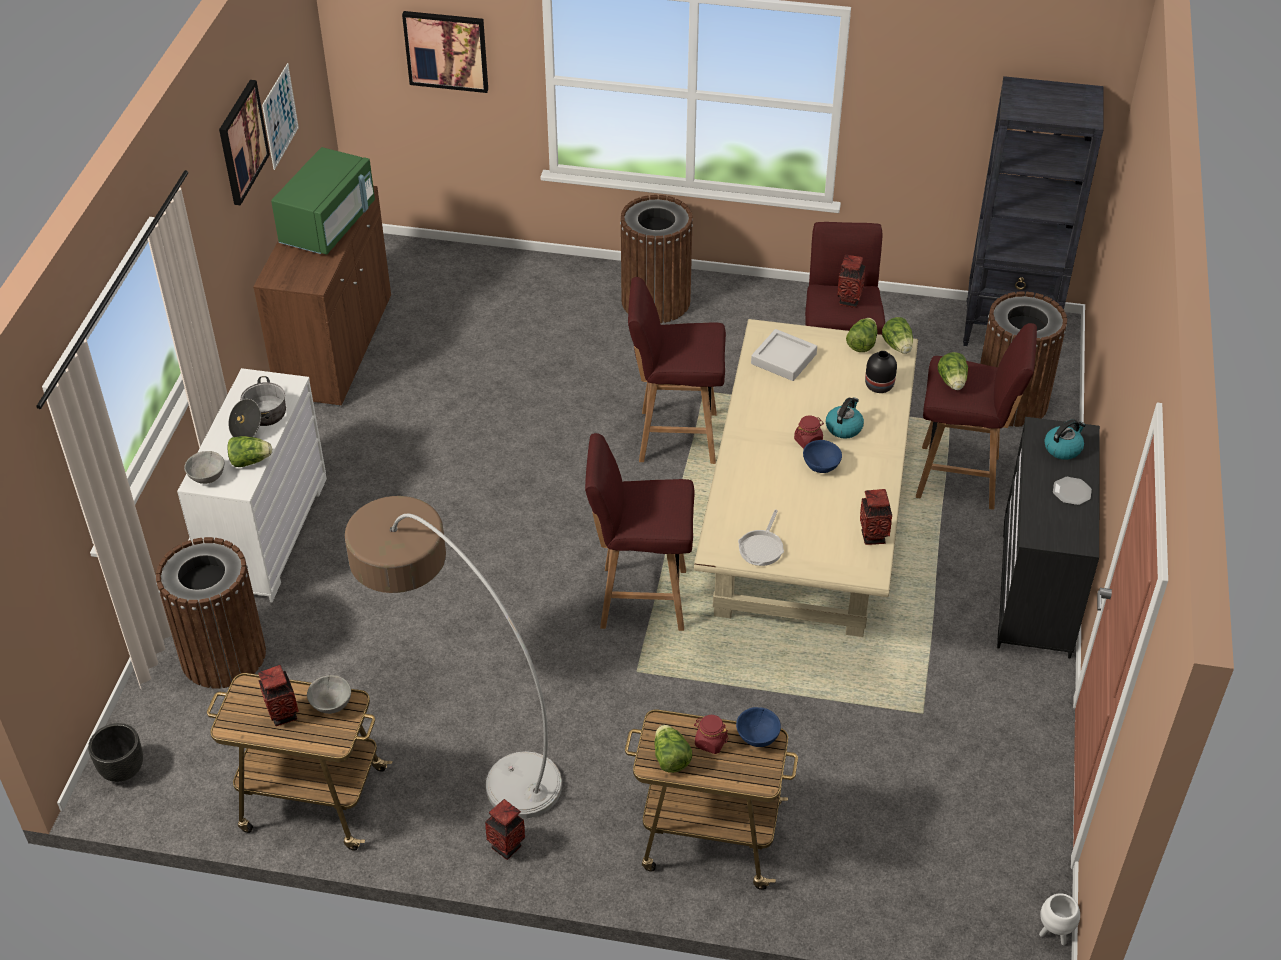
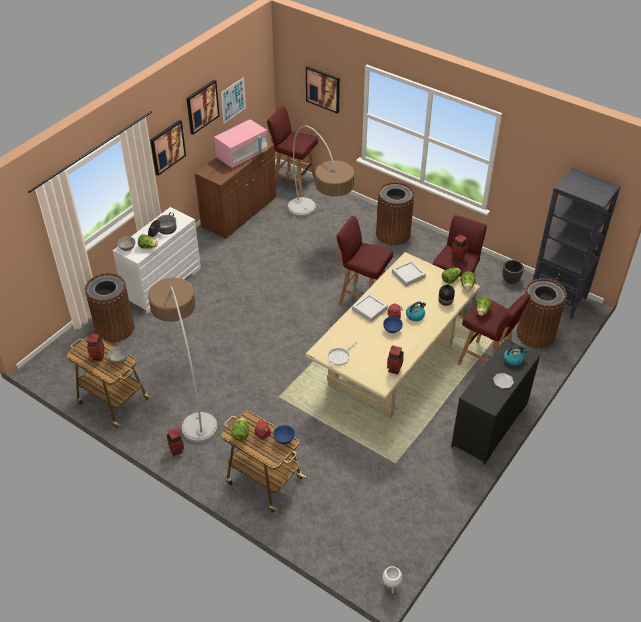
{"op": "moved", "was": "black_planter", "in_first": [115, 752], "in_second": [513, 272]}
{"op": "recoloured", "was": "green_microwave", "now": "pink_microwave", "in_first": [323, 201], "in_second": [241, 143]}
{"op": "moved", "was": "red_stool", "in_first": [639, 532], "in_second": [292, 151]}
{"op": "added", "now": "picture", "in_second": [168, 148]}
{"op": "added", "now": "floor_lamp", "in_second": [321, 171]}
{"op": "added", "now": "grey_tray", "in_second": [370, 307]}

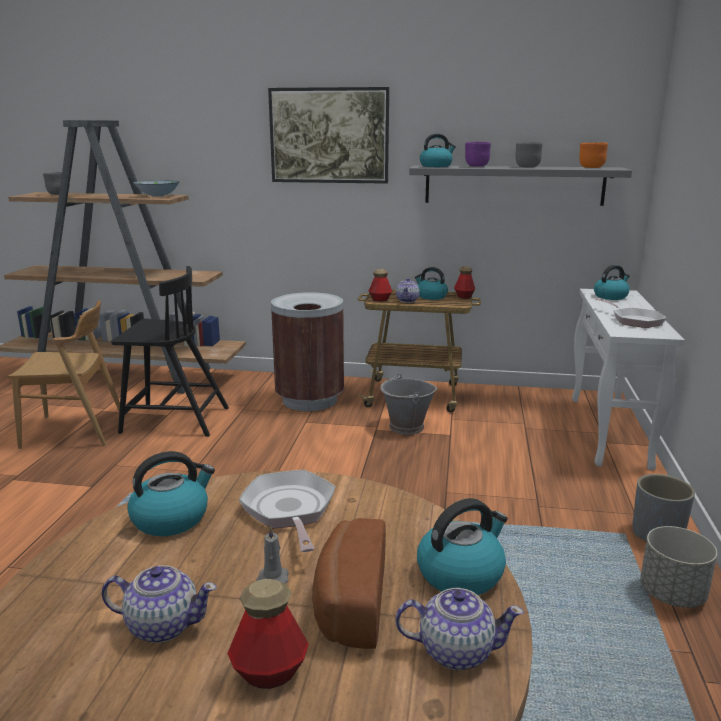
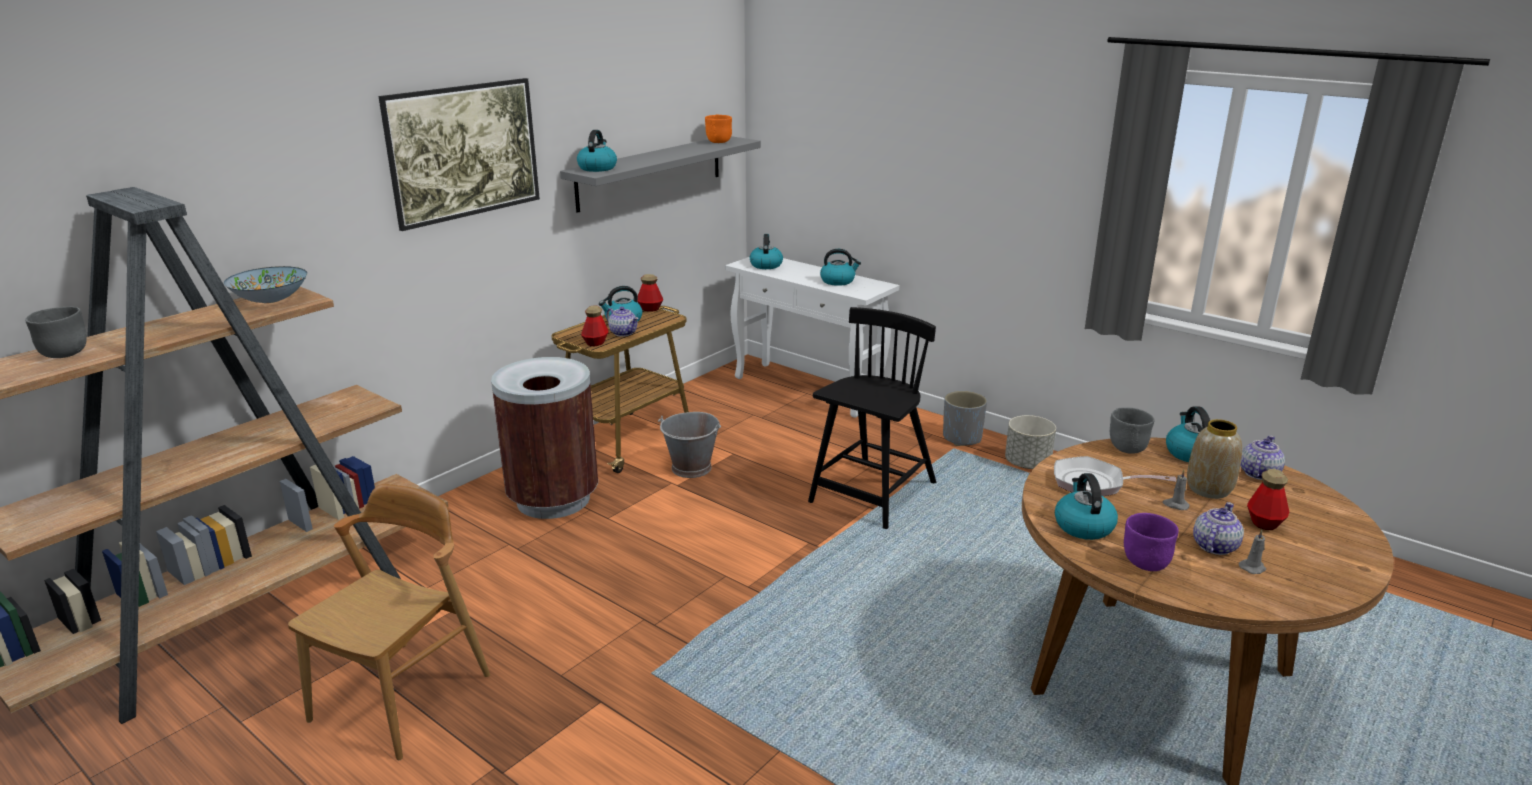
{"op": "moved", "was": "black_chair", "in_first": [170, 351], "in_second": [872, 418]}
{"op": "replaced", "was": "bread", "now": "vase", "in_first": [349, 583], "in_second": [1214, 459]}
{"op": "moved", "was": "purple_bowl", "in_first": [478, 154], "in_second": [1151, 542]}
{"op": "moved", "was": "grey_bowl", "in_first": [529, 154], "in_second": [1132, 430]}
{"op": "replaced", "was": "frying_pan", "now": "kettle", "in_first": [631, 313], "in_second": [840, 267]}
{"op": "added", "now": "grey_candle", "in_second": [1252, 552]}

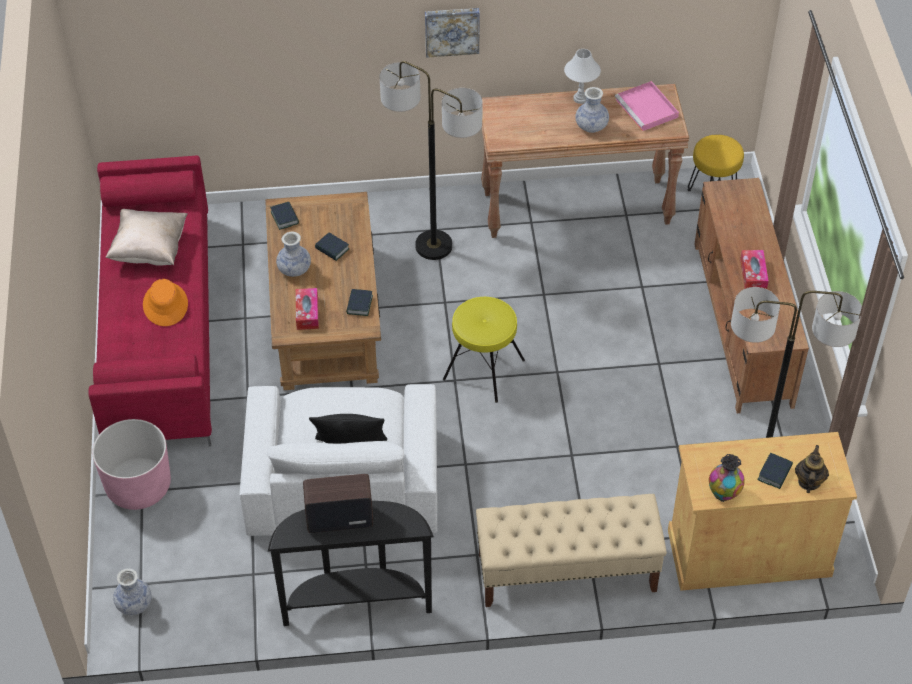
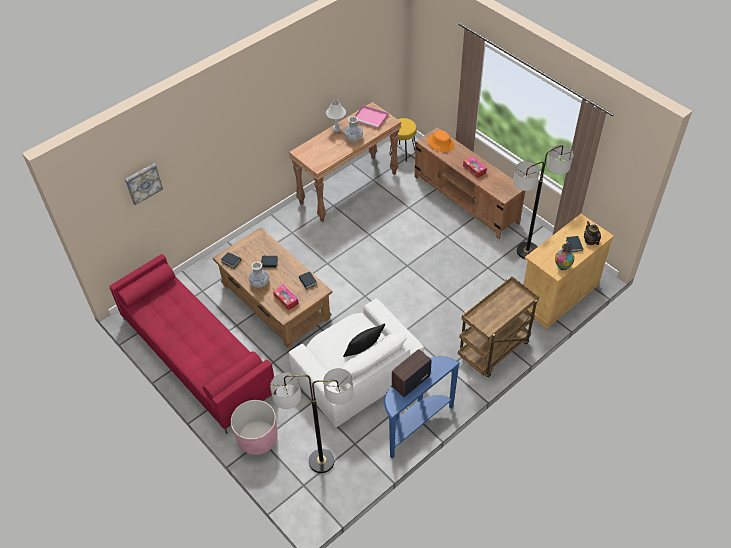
{"op": "removed", "was": "beige_pillow", "in_first": [146, 237]}
{"op": "removed", "was": "vase", "in_first": [132, 591]}
{"op": "moved", "was": "orange_hat", "in_first": [165, 302], "in_second": [441, 141]}
{"op": "recoloured", "was": "black_console_table", "now": "blue_console_table", "in_first": [351, 563], "in_second": [422, 407]}
{"op": "moved", "was": "floor_lamp", "in_first": [431, 160], "in_second": [311, 420]}
{"op": "moved", "was": "picture", "in_first": [452, 33], "in_second": [144, 184]}
{"op": "removed", "was": "yellow_stool", "in_first": [484, 350]}
{"op": "replaced", "was": "beige_bench", "now": "brown_cart", "in_first": [571, 550], "in_second": [498, 326]}

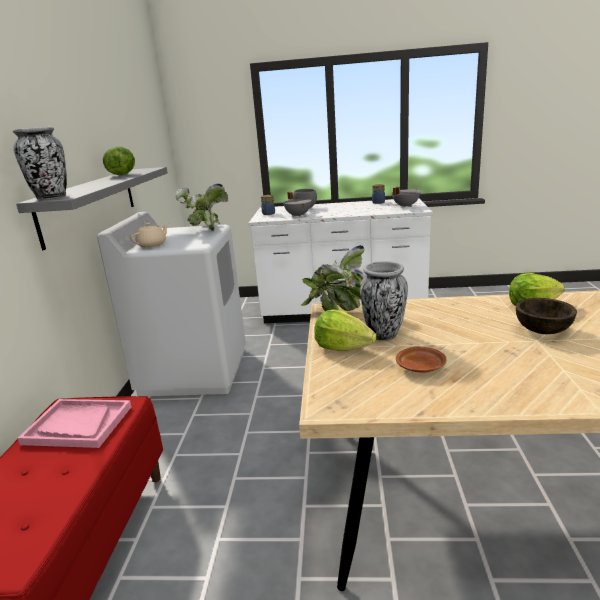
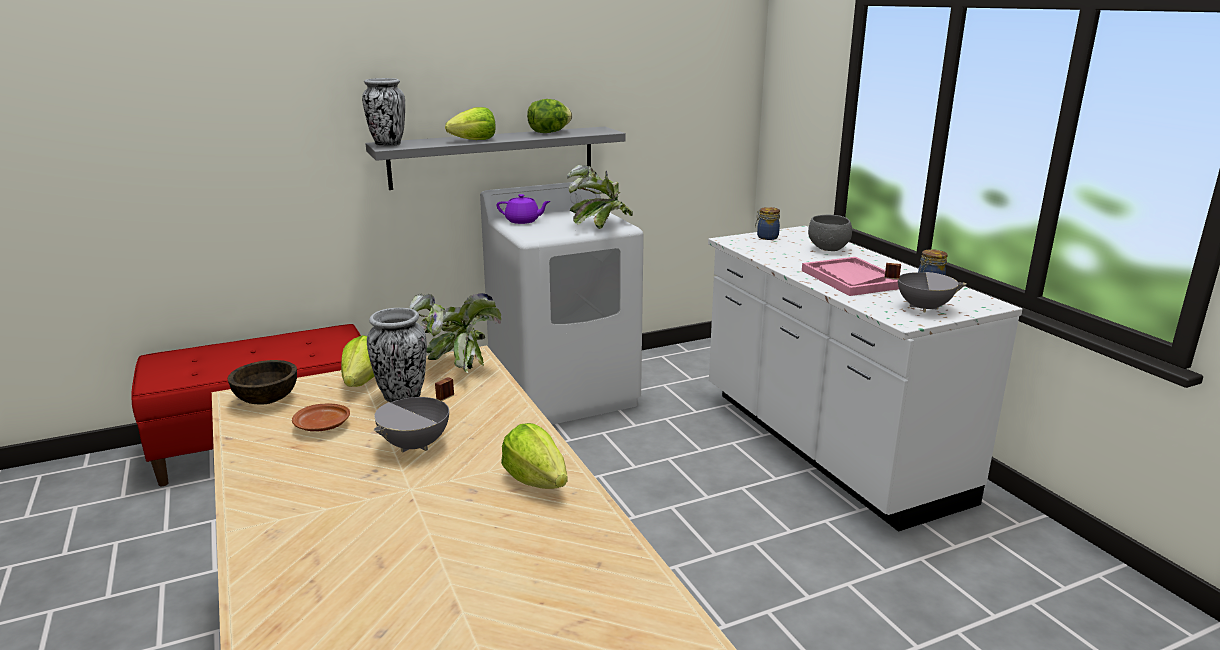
{"op": "moved", "was": "pink_tray", "in_first": [75, 423], "in_second": [850, 276]}
{"op": "recoloured", "was": "beige_teapot", "now": "purple_teapot", "in_first": [149, 235], "in_second": [524, 209]}
{"op": "moved", "was": "grey_cooking_pot", "in_first": [297, 204], "in_second": [413, 414]}
{"op": "moved", "was": "brown_bowl", "in_first": [546, 316], "in_second": [262, 382]}
{"op": "added", "now": "lettuce", "in_second": [470, 123]}

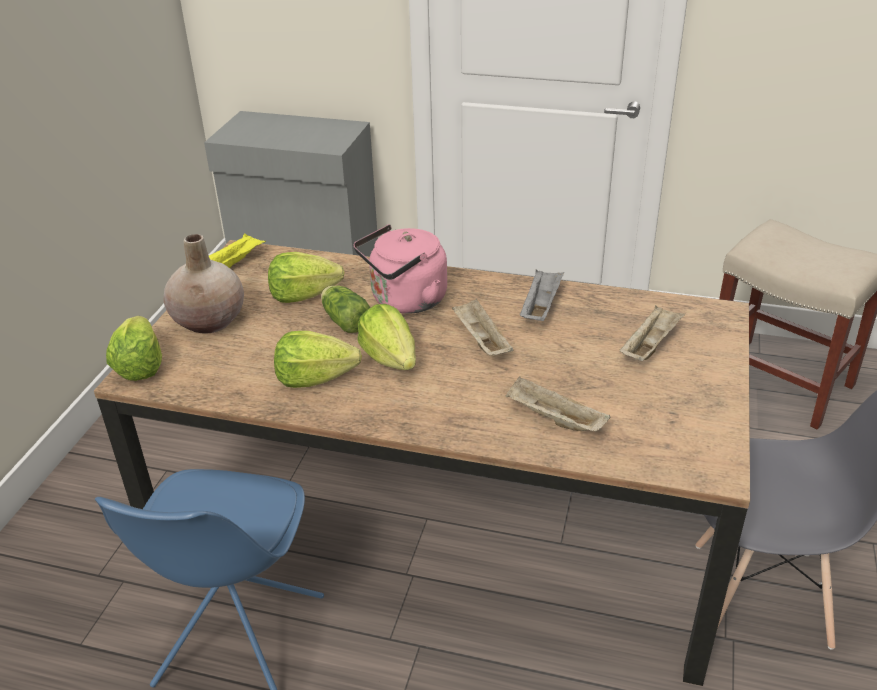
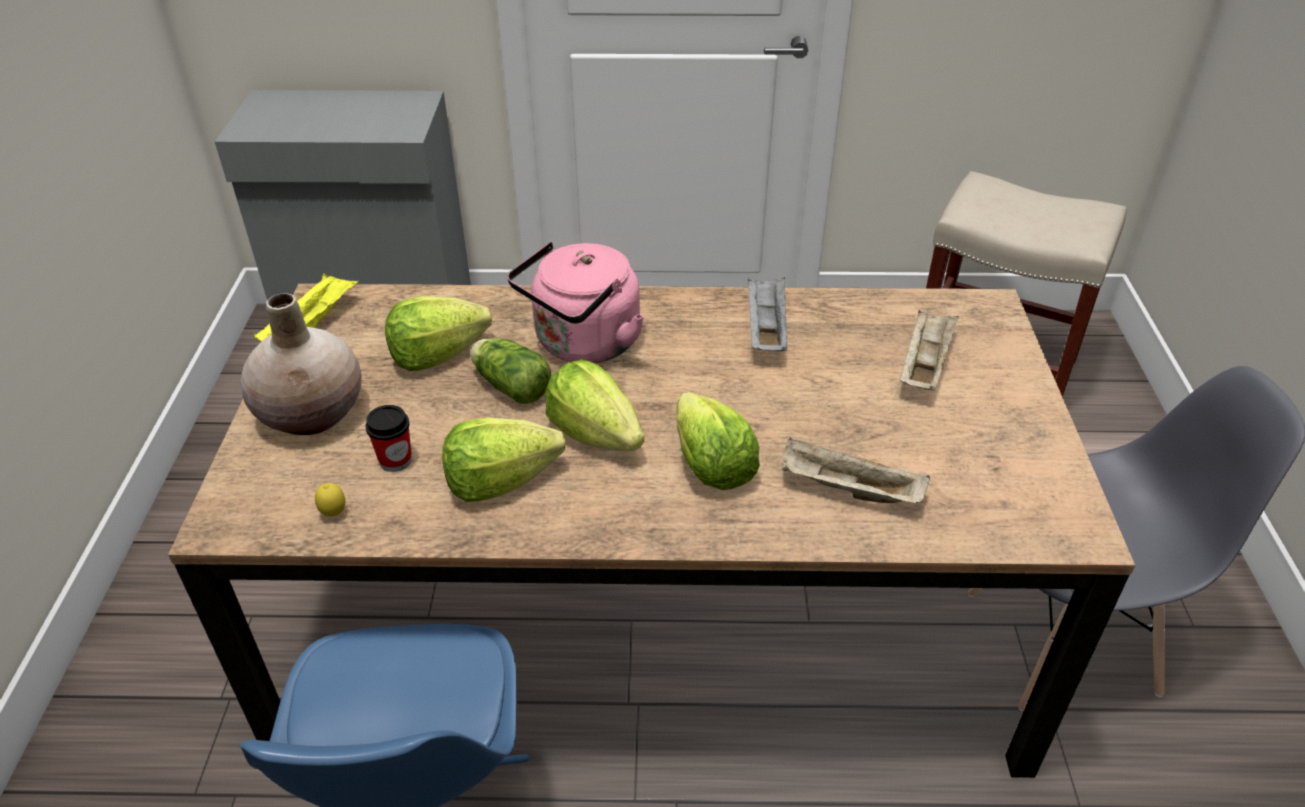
{"op": "moved", "was": "lettuce", "in_first": [134, 348], "in_second": [718, 441]}
{"op": "removed", "was": "beige_tray", "in_first": [482, 326]}
{"op": "added", "now": "lemon", "in_second": [330, 500]}
{"op": "added", "now": "cup", "in_second": [389, 438]}

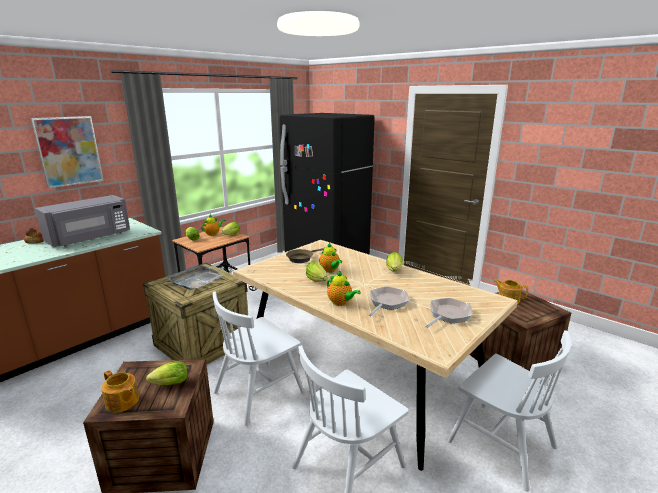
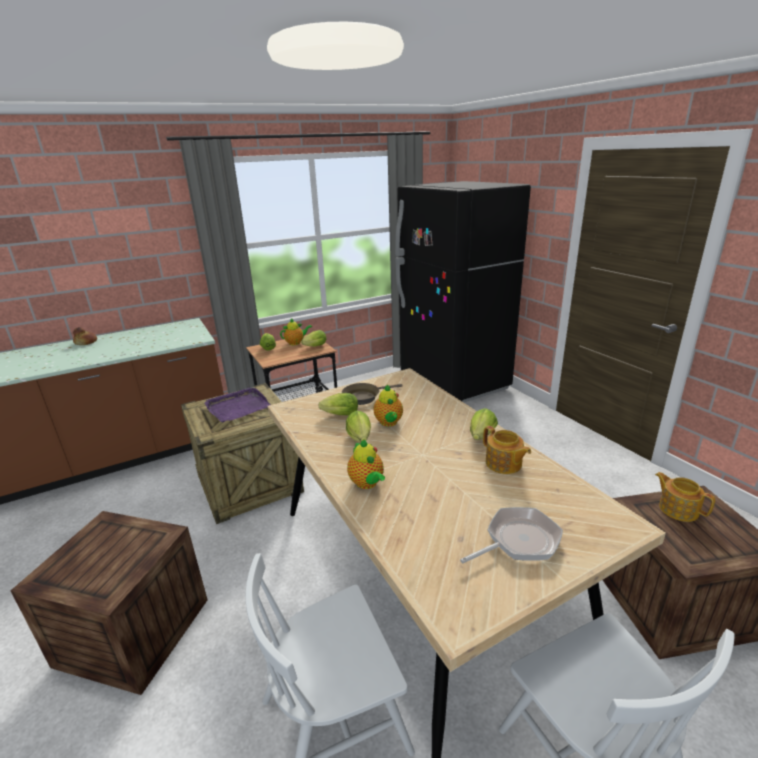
{"op": "removed", "was": "picture", "in_first": [67, 152]}
{"op": "removed", "was": "grey_microwave", "in_first": [82, 221]}
{"op": "moved", "was": "teapot", "in_first": [120, 391], "in_second": [507, 450]}
{"op": "moved", "was": "lettuce", "in_first": [167, 373], "in_second": [338, 404]}
{"op": "recoloured", "was": "grey_tray", "now": "purple_tray", "in_first": [195, 277], "in_second": [237, 405]}
{"op": "removed", "was": "white_chair", "in_first": [259, 358]}
{"op": "removed", "was": "frying_pan", "in_first": [389, 301]}

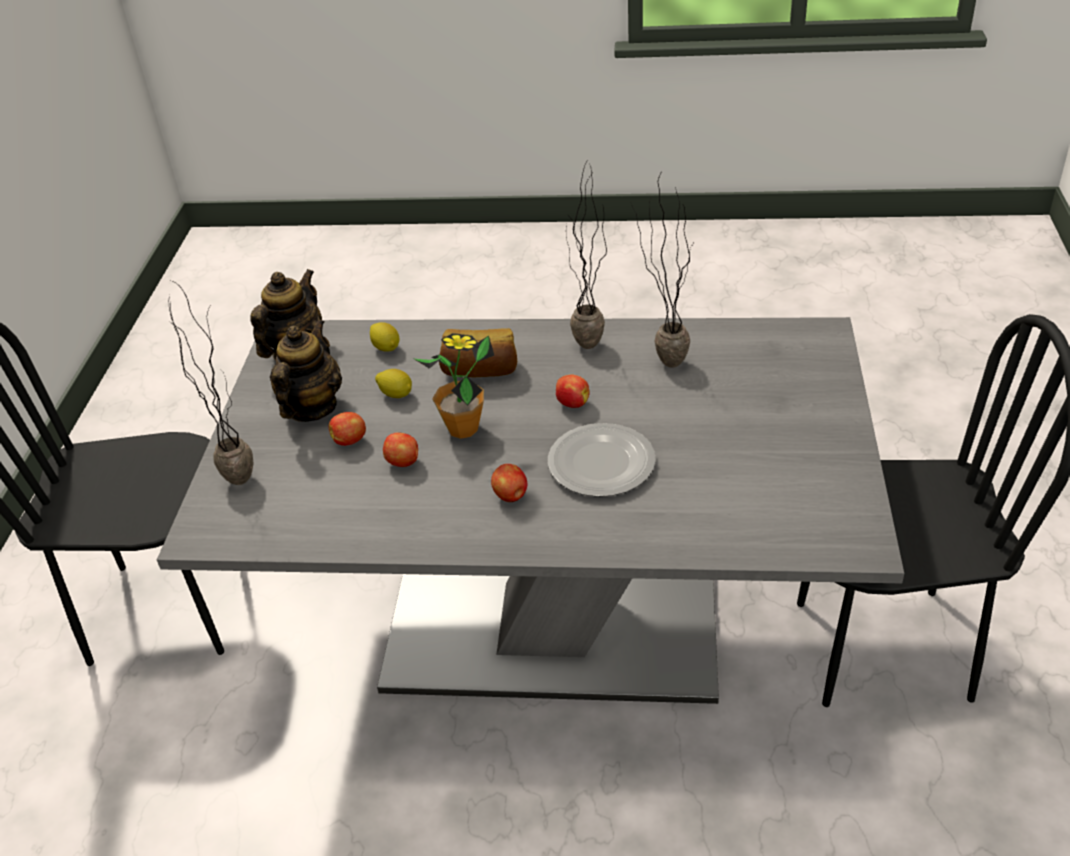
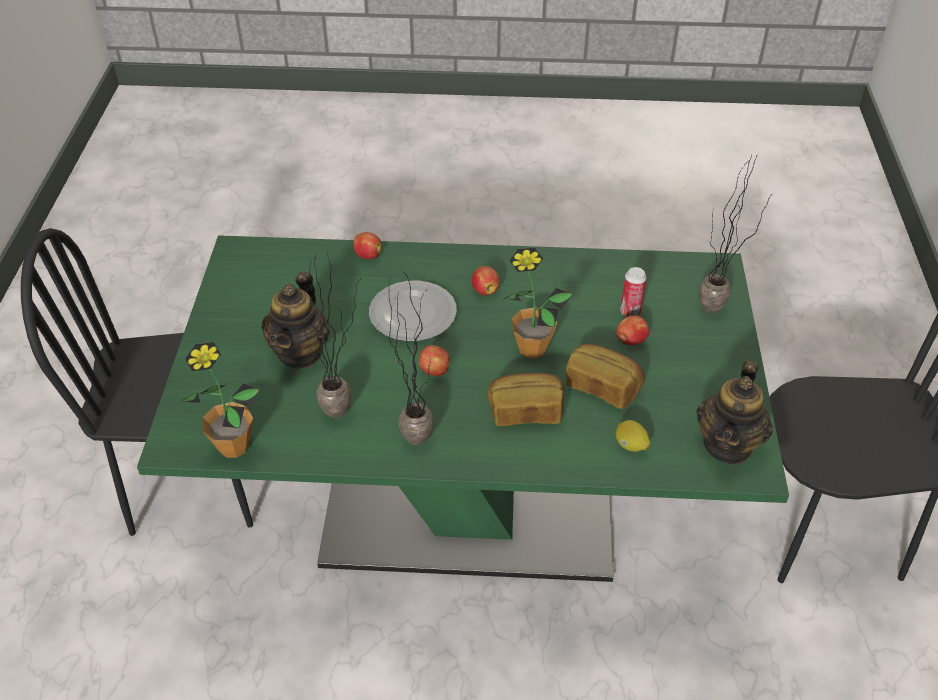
{"op": "recoloured", "was": "grey_dining_table", "now": "green_dining_table", "in_first": [530, 510], "in_second": [463, 408]}
{"op": "moved", "was": "teapot", "in_first": [306, 370], "in_second": [296, 320]}
{"op": "replaced", "was": "lemon", "now": "bread", "in_first": [393, 383], "in_second": [605, 376]}
{"op": "moved", "was": "apple", "in_first": [400, 449], "in_second": [367, 245]}
{"op": "added", "now": "potted_plant", "in_second": [220, 400]}
{"op": "added", "now": "can", "in_second": [633, 292]}

